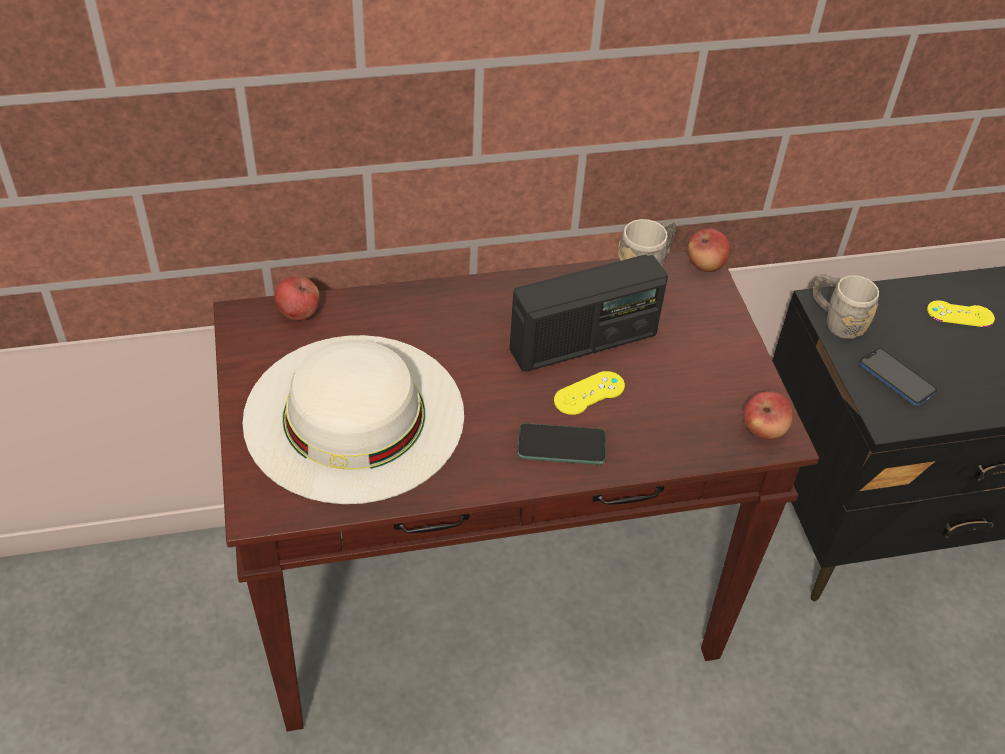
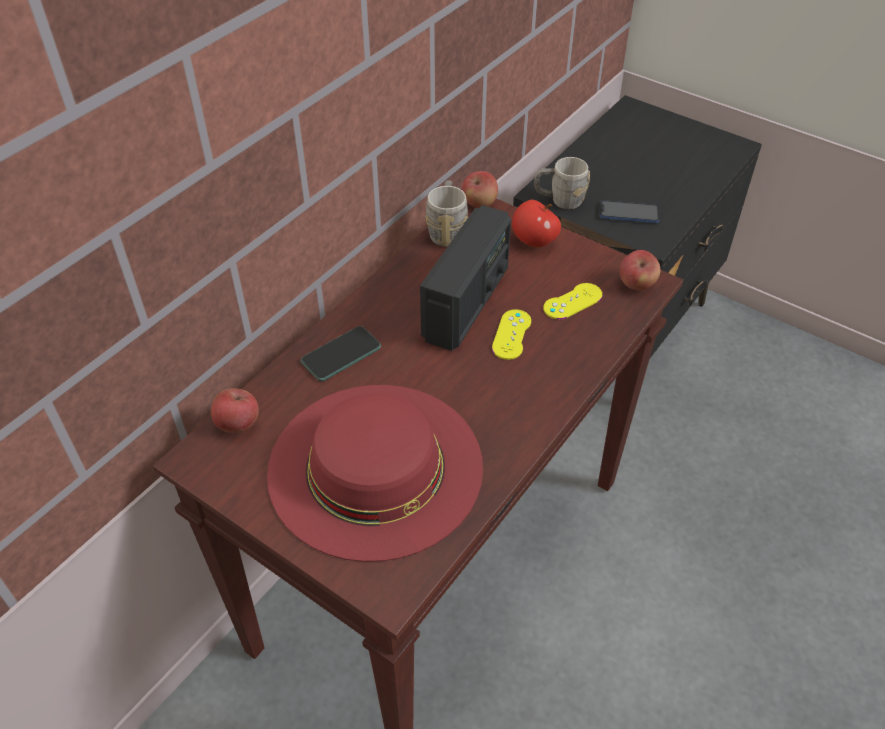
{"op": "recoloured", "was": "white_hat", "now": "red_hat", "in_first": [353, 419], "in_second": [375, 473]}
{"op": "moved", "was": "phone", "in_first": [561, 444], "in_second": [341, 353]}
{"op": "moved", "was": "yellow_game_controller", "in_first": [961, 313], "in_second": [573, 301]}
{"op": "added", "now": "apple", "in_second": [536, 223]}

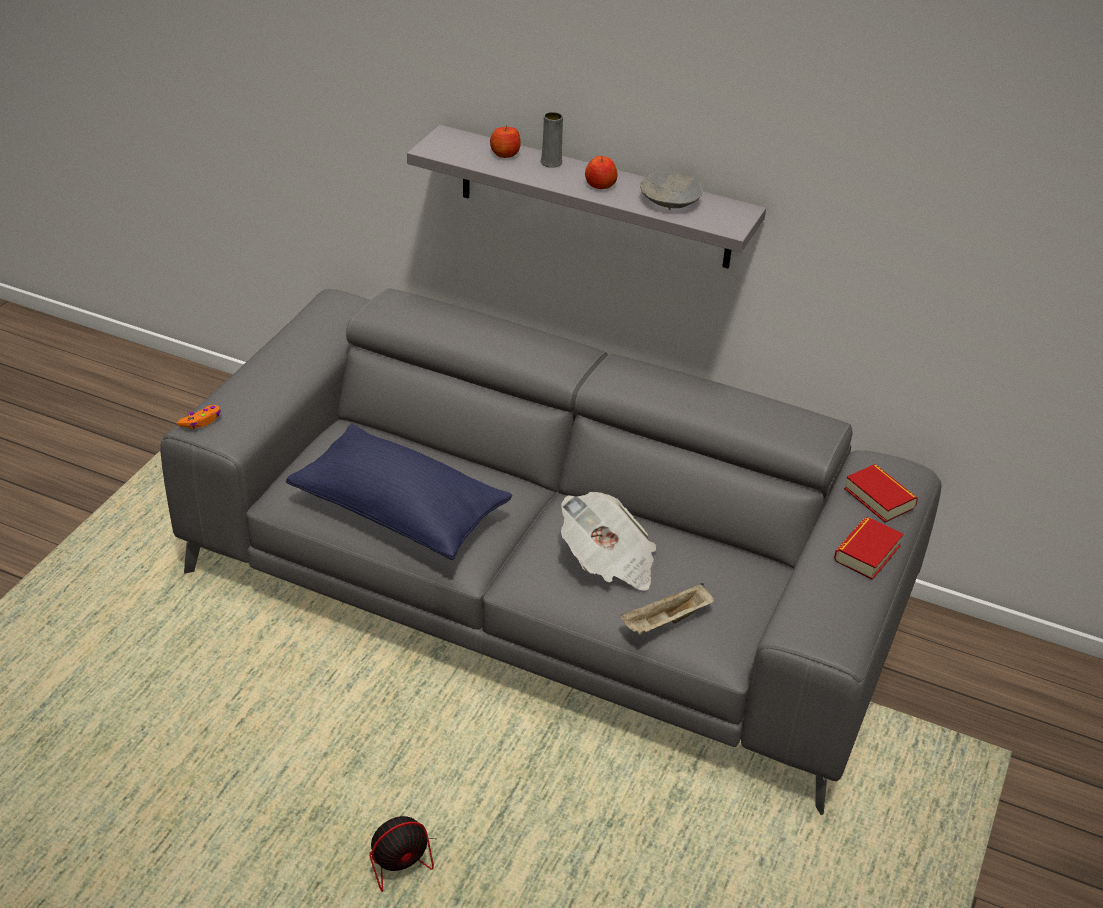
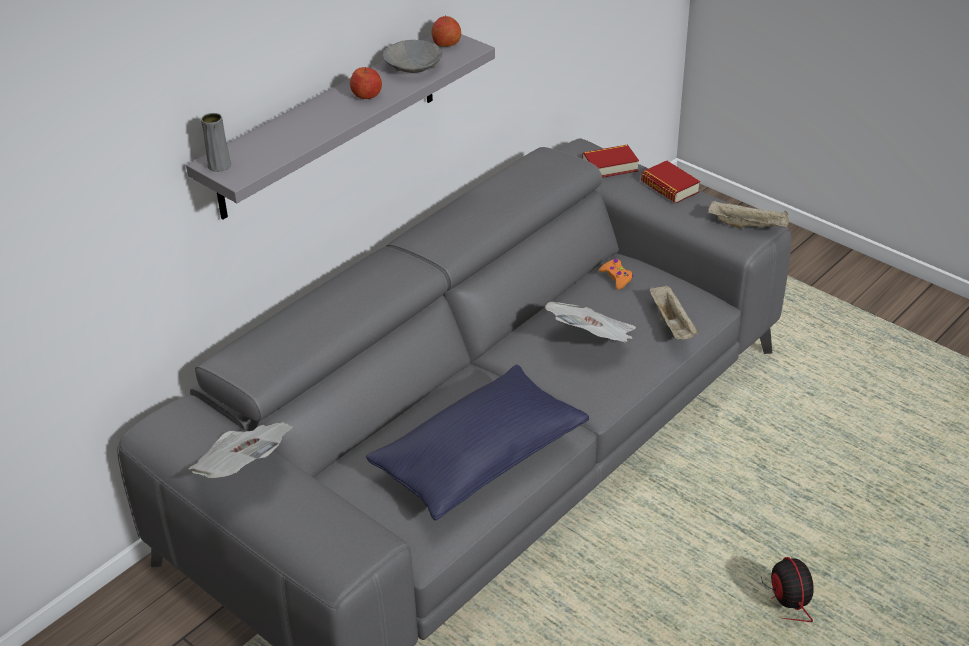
{"op": "moved", "was": "orange_game_controller", "in_first": [199, 417], "in_second": [616, 274]}
{"op": "moved", "was": "apple", "in_first": [505, 141], "in_second": [446, 31]}
{"op": "moved", "was": "grey_vase", "in_first": [551, 140], "in_second": [216, 142]}
{"op": "added", "now": "newspaper", "in_second": [241, 450]}
{"op": "added", "now": "beige_tray", "in_second": [748, 214]}

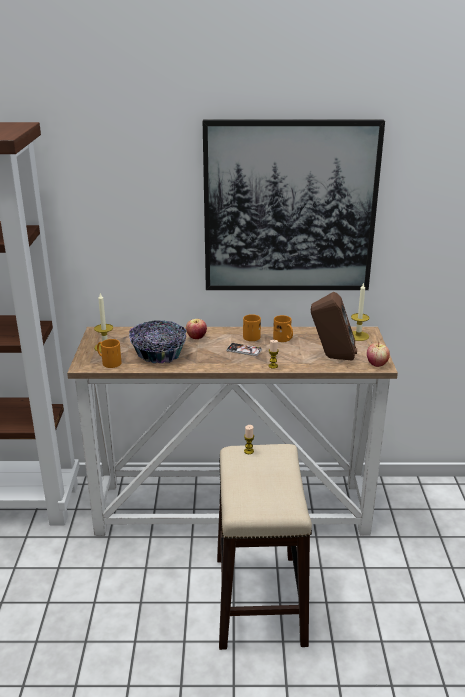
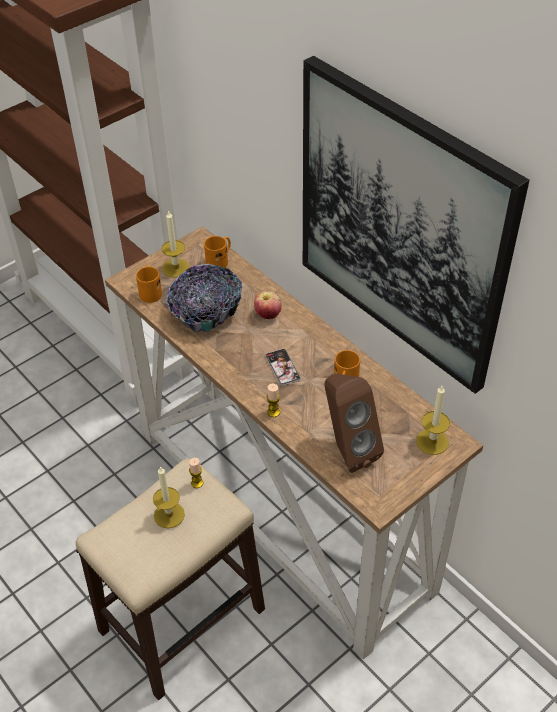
{"op": "moved", "was": "orange_mug", "in_first": [252, 327], "in_second": [217, 252]}
{"op": "removed", "was": "apple", "in_first": [378, 354]}
{"op": "added", "now": "candle", "in_second": [169, 497]}

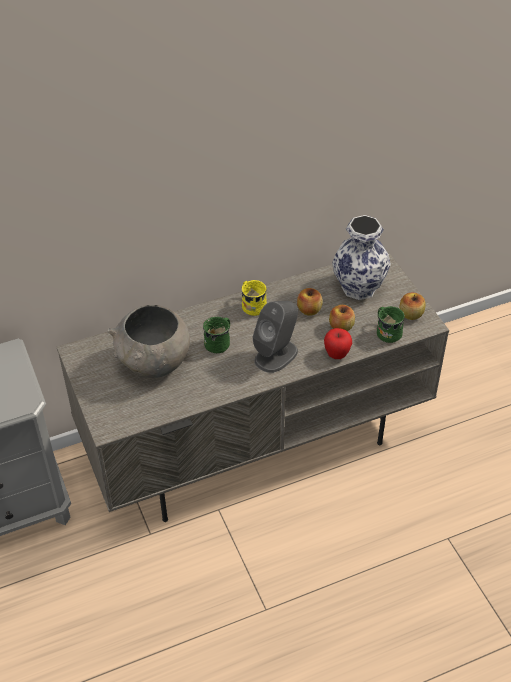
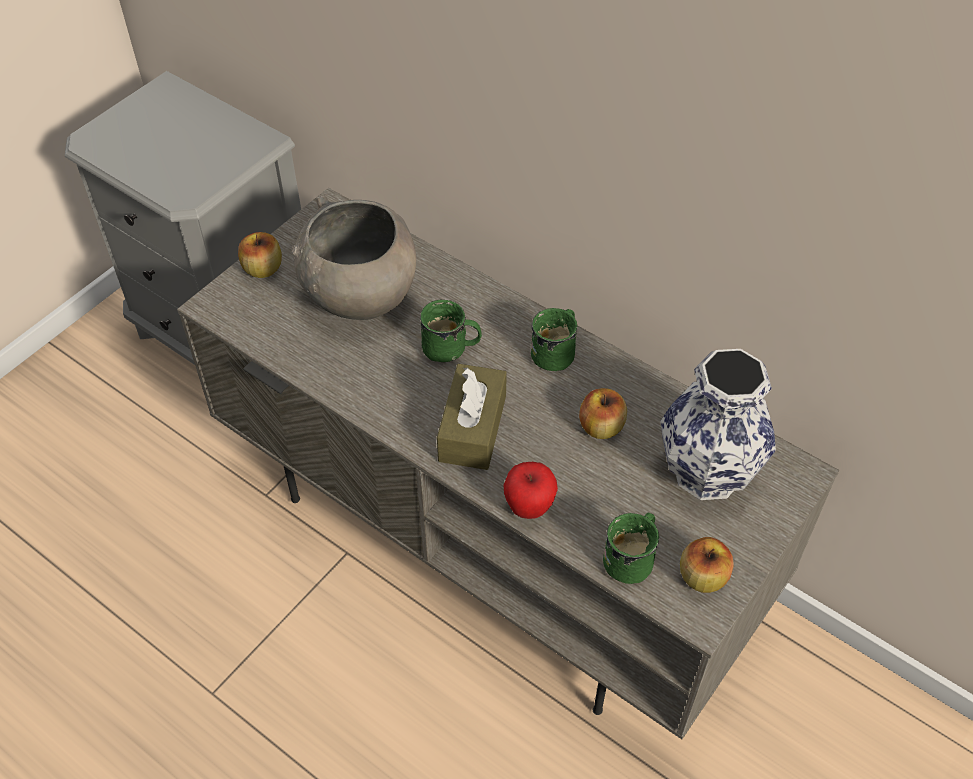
{"op": "recoloured", "was": "yellow_mug", "now": "green_mug", "in_first": [254, 298], "in_second": [554, 339]}
{"op": "replaced", "was": "grey_speaker", "now": "brown_tissue_box", "in_first": [275, 337], "in_second": [472, 417]}
{"op": "moved", "was": "apple", "in_first": [342, 318], "in_second": [260, 255]}

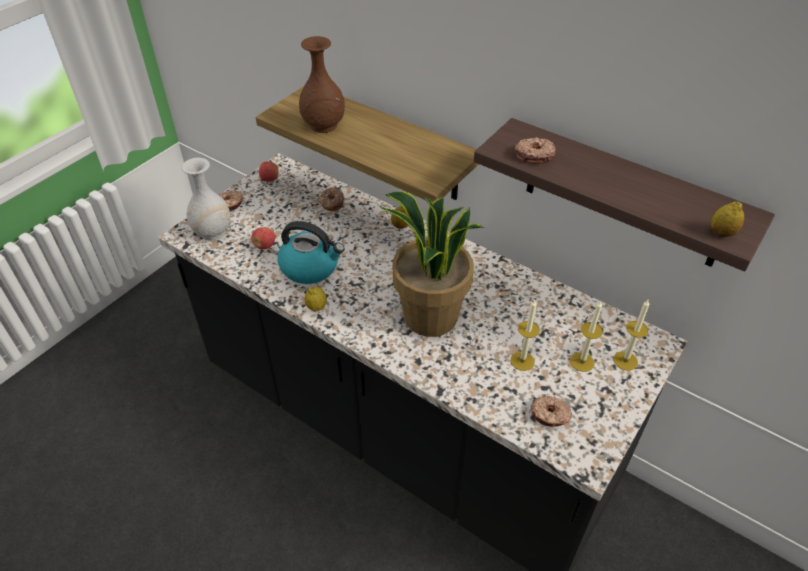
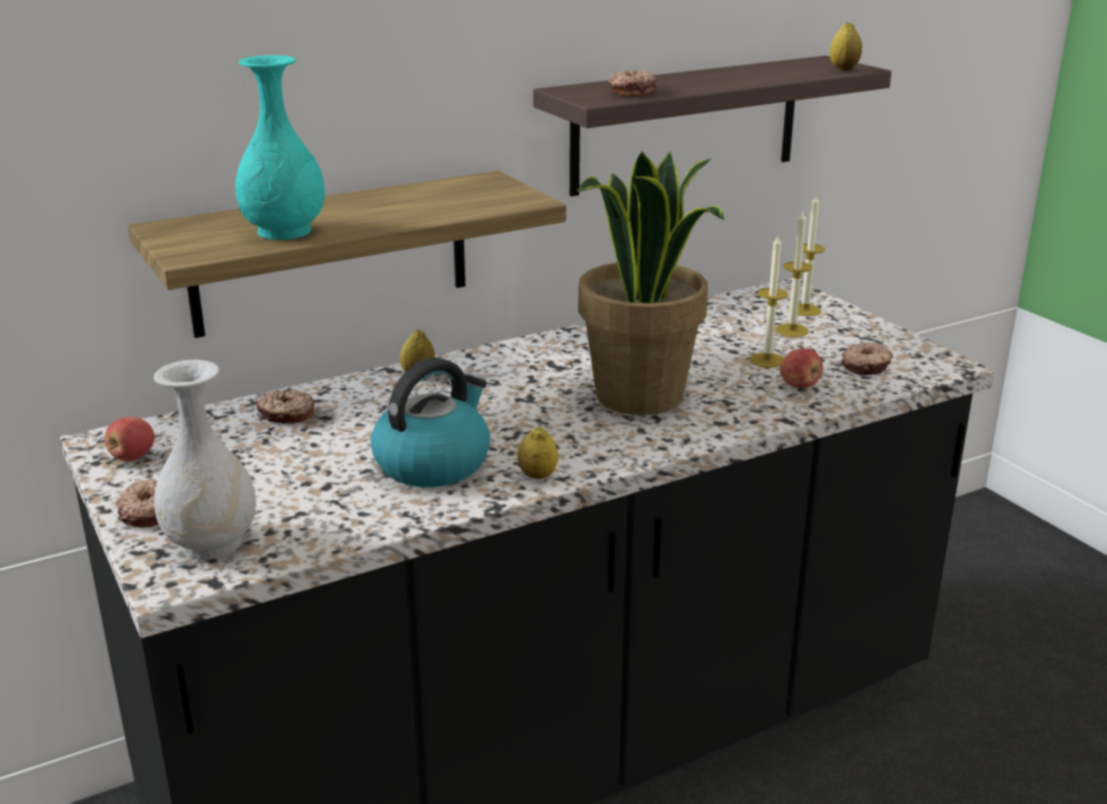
{"op": "moved", "was": "apple", "in_first": [263, 238], "in_second": [801, 368]}
{"op": "recoloured", "was": "brown_vase", "now": "turquoise_vase", "in_first": [322, 84], "in_second": [280, 147]}

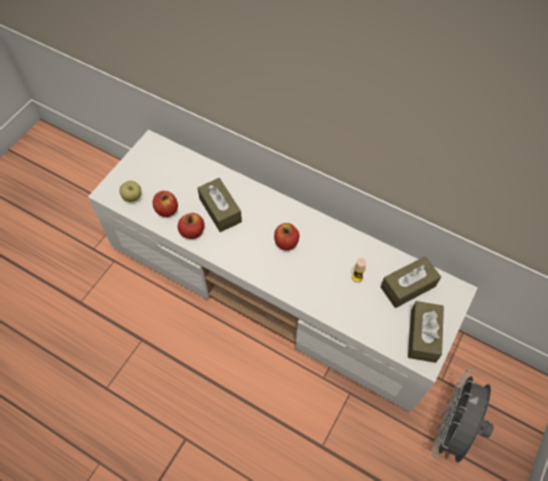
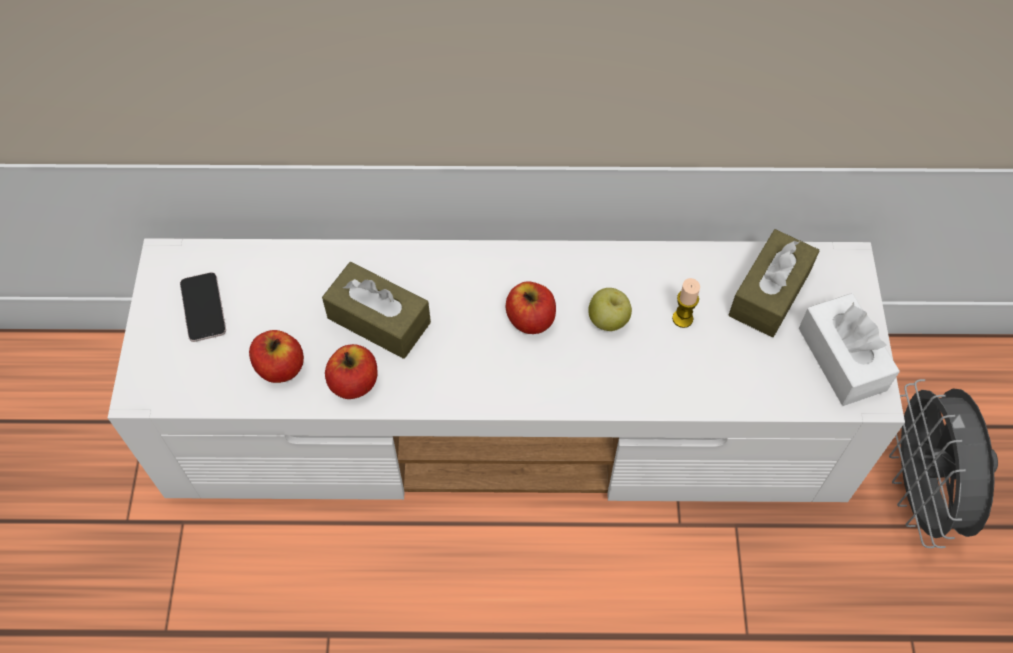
{"op": "moved", "was": "apple", "in_first": [130, 191], "in_second": [610, 309]}
{"op": "recoloured", "was": "brown_tissue_box", "now": "white_tissue_box", "in_first": [426, 332], "in_second": [849, 349]}
{"op": "added", "now": "phone", "in_second": [203, 307]}

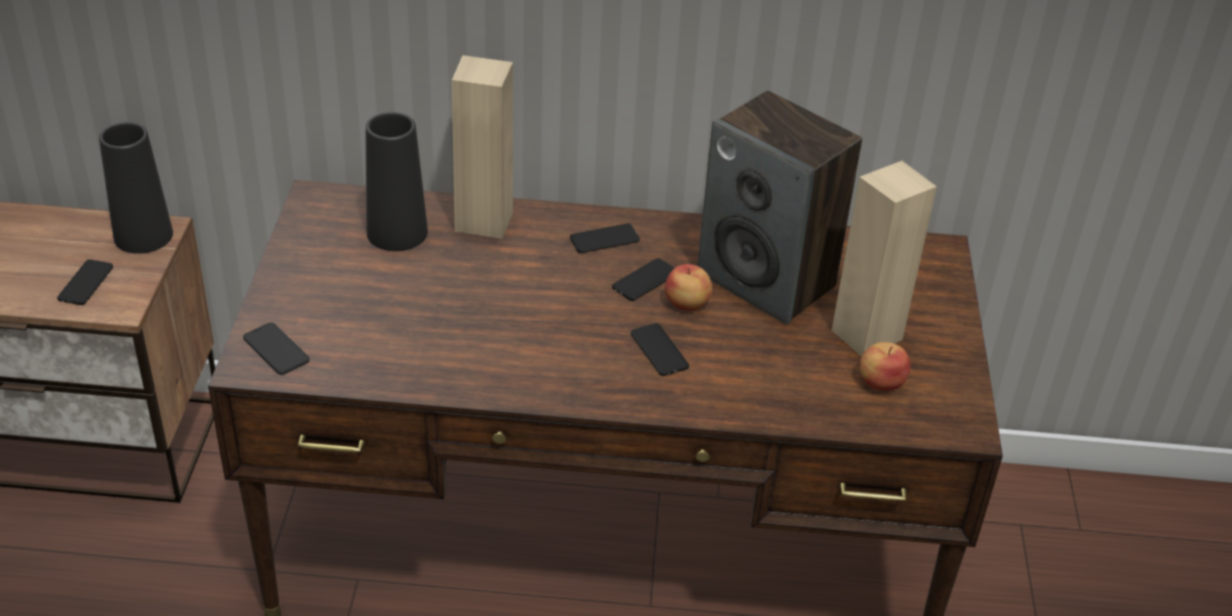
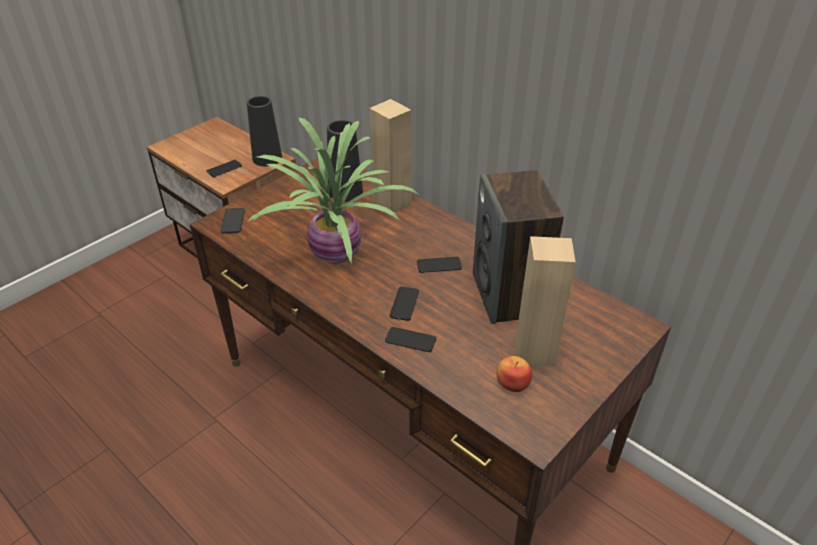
{"op": "moved", "was": "phone", "in_first": [605, 238], "in_second": [410, 339]}
{"op": "removed", "was": "apple", "in_first": [689, 287]}
{"op": "added", "now": "potted_plant", "in_second": [332, 191]}

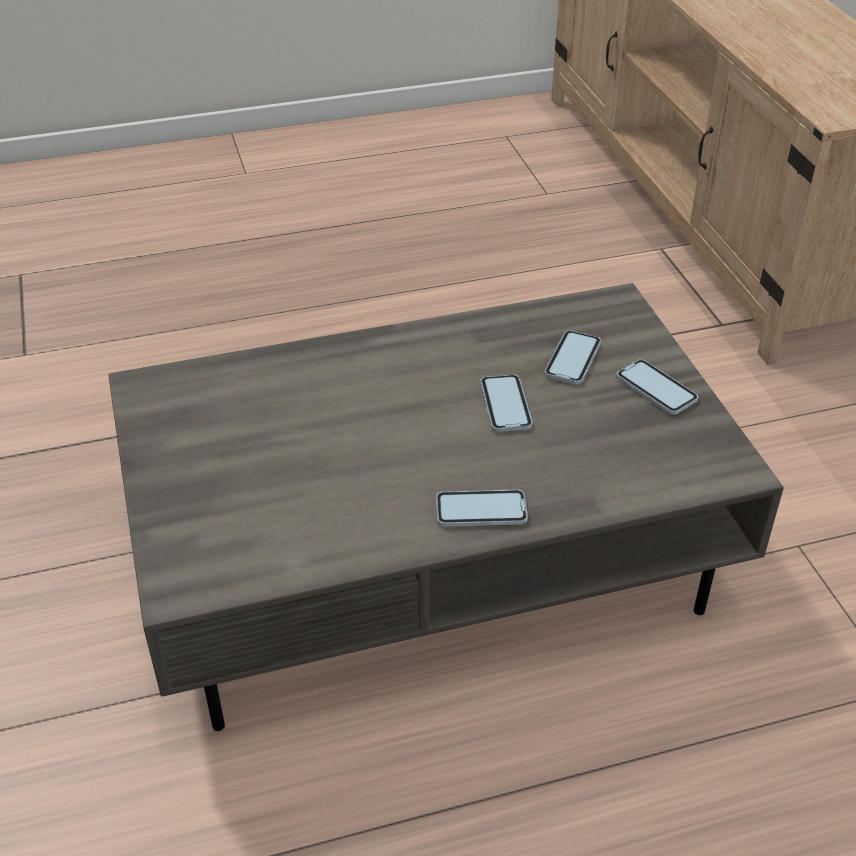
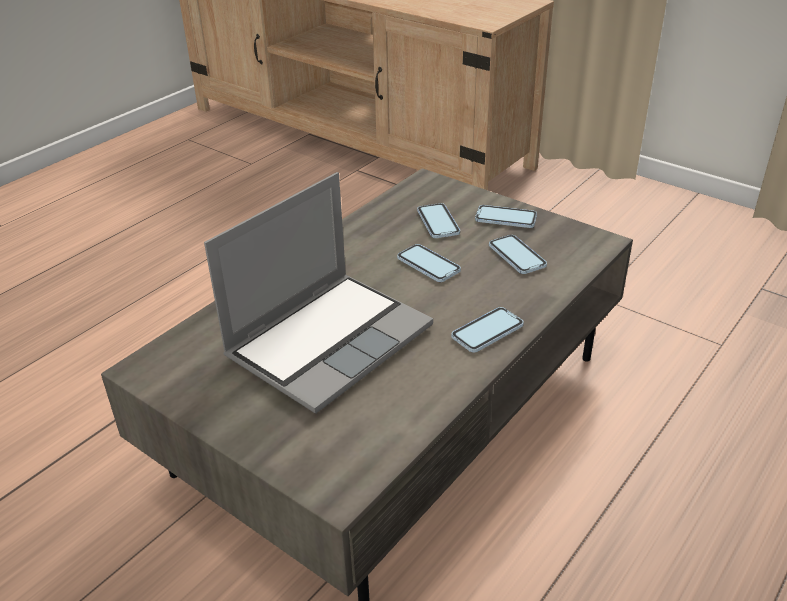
{"op": "added", "now": "laptop", "in_second": [318, 293]}
{"op": "added", "now": "phone", "in_second": [518, 254]}

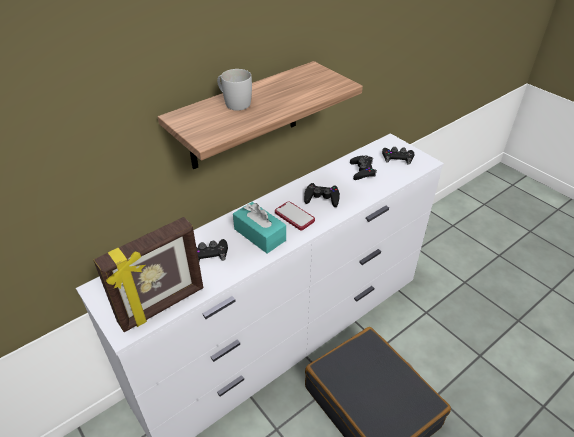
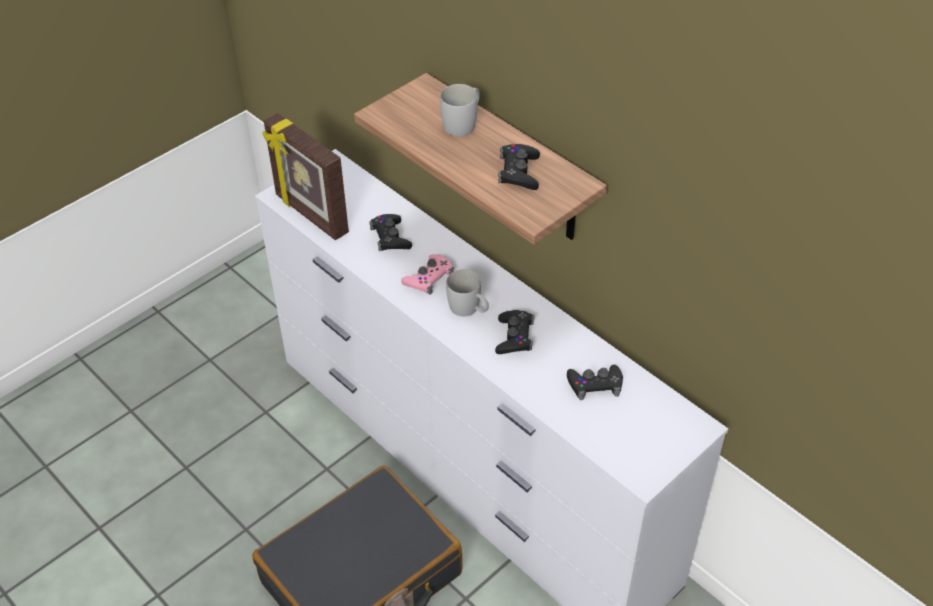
{"op": "replaced", "was": "turquoise_tissue_box", "now": "pink_game_controller", "in_first": [259, 228], "in_second": [427, 274]}
{"op": "replaced", "was": "phone", "now": "white_mug", "in_first": [295, 215], "in_second": [467, 292]}
{"op": "moved", "was": "black_game_controller", "in_first": [398, 156], "in_second": [519, 167]}

